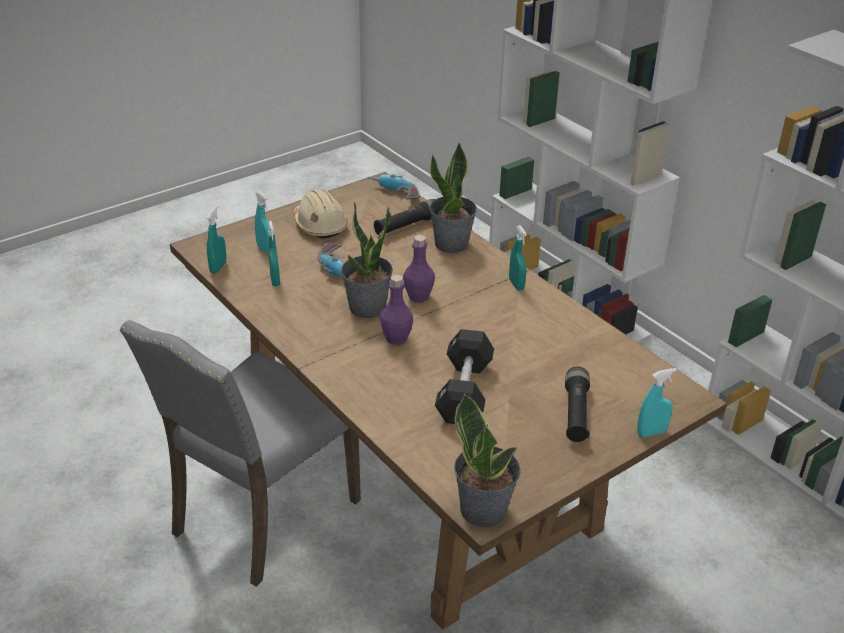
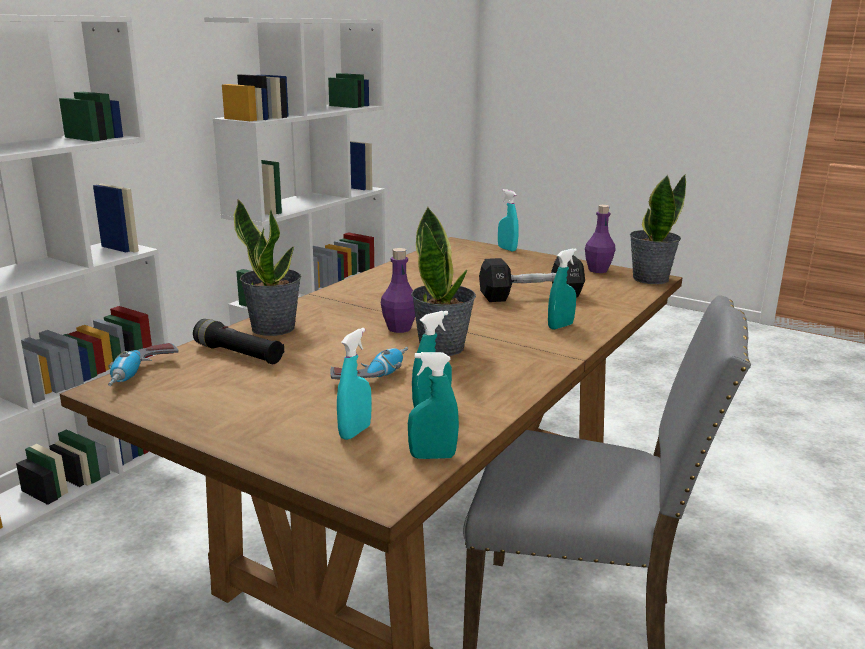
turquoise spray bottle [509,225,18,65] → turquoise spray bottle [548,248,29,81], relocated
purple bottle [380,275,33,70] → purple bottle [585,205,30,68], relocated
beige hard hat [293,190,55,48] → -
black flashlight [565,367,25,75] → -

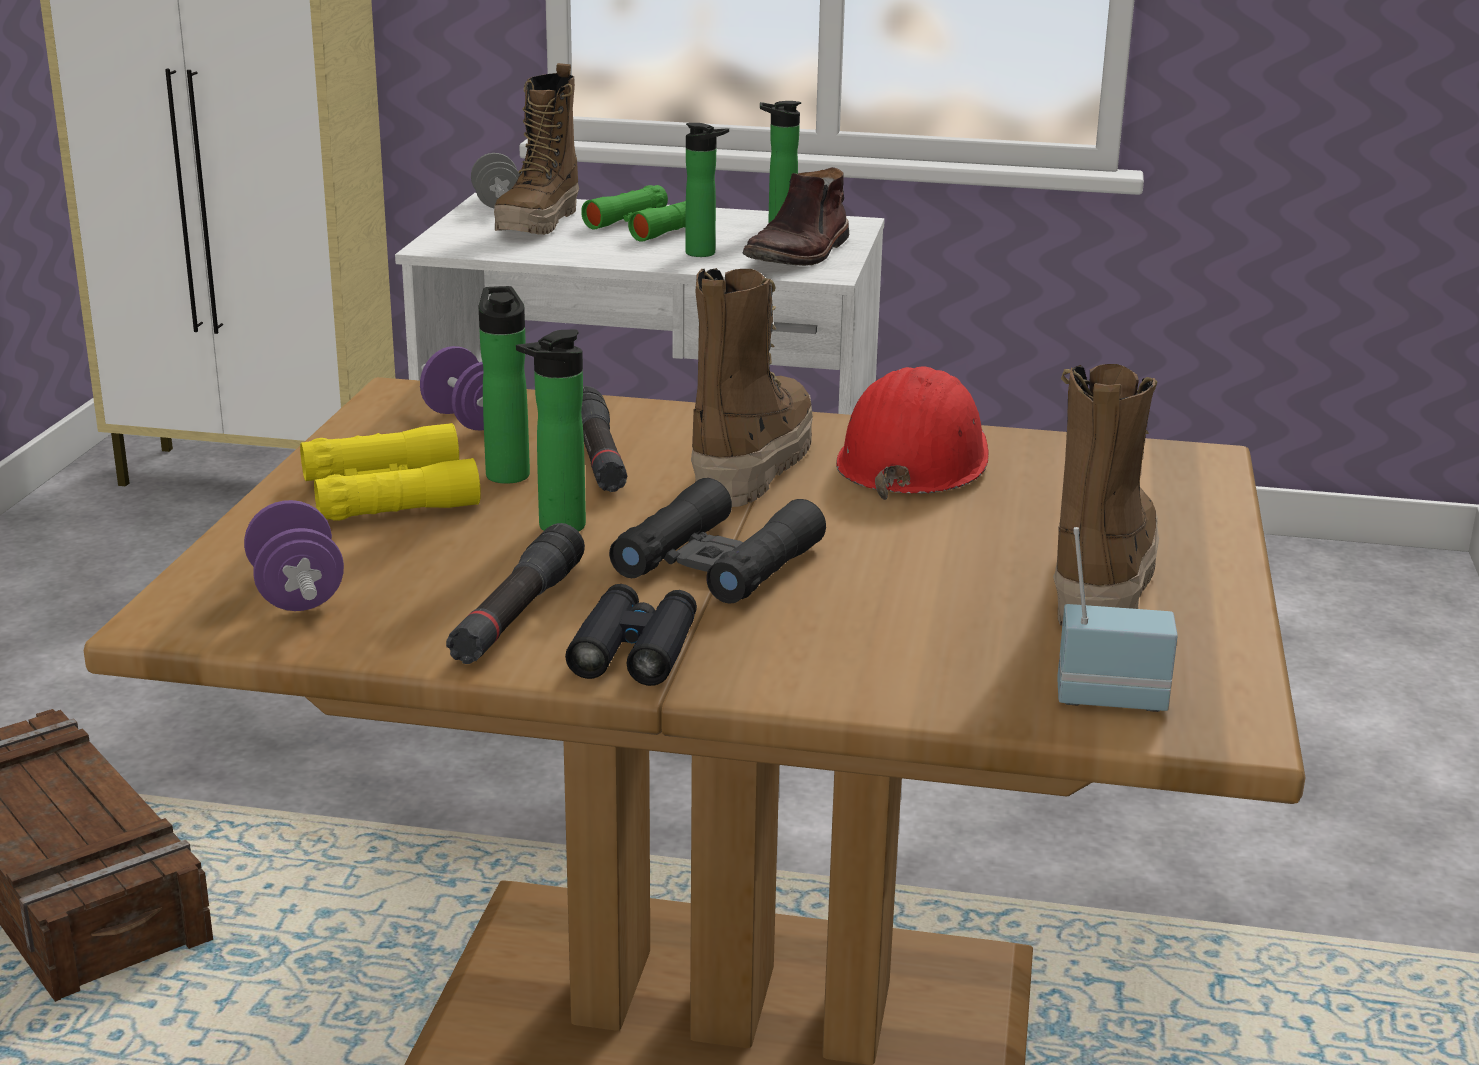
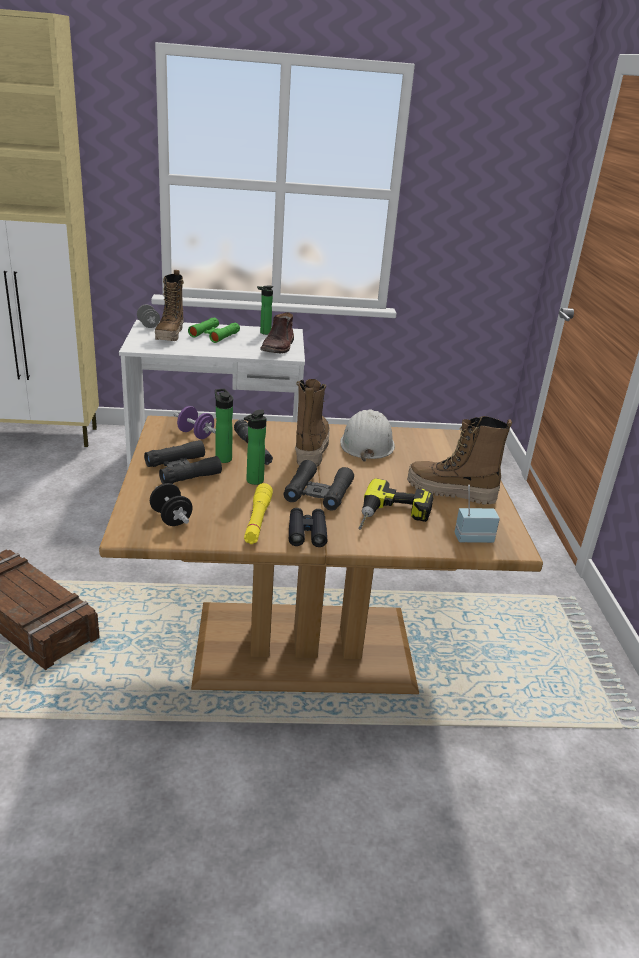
yellow binoculars [300,423,181,98] → black binoculars [144,440,78,44]
purple dumbbell [244,500,100,111] → black dumbbell [150,483,43,43]
black flashlight [446,523,139,141] → yellow flashlight [244,483,29,61]
red hard hat [836,366,153,134] → white hard hat [340,409,55,53]
- → power drill [359,478,74,51]
boot [1053,364,106,261] → boot [407,416,105,89], 75 degrees counterclockwise
bottle [685,123,44,134] → -

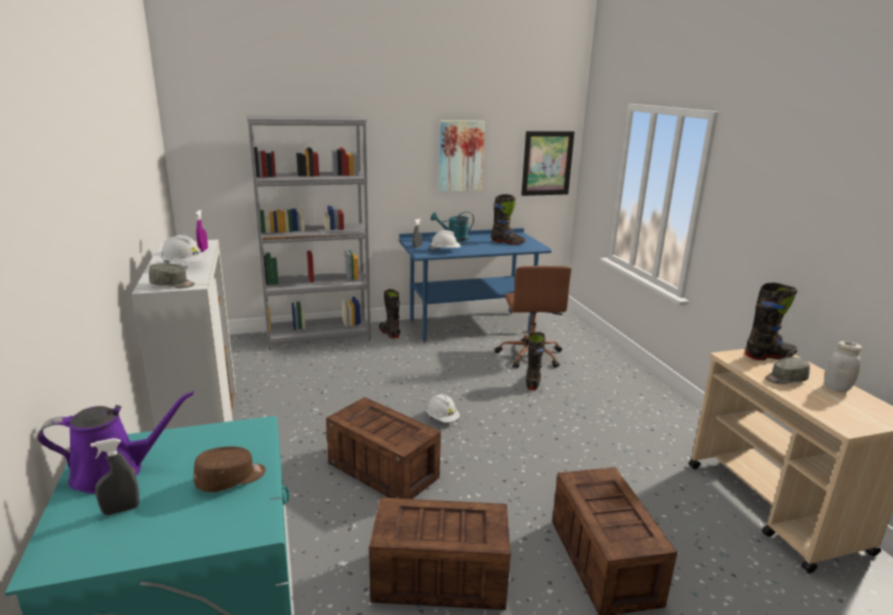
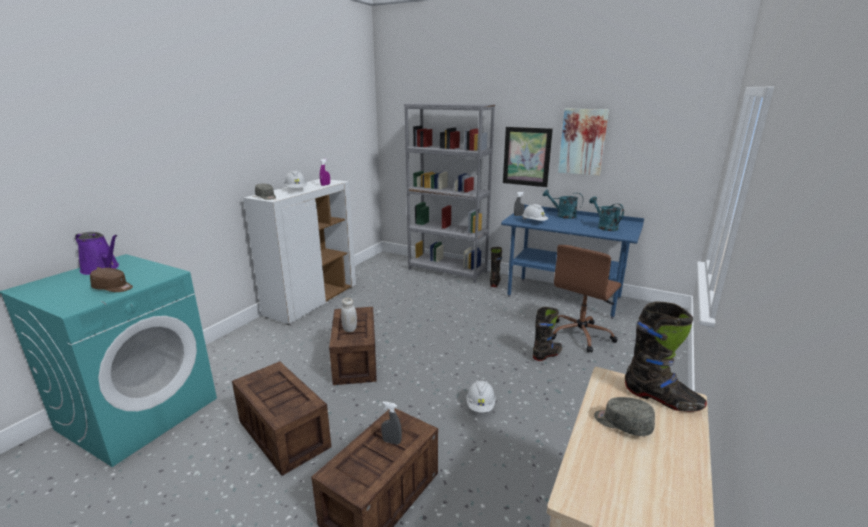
white jar [825,341,37,51] → white jar [341,298,16,34], relocated
grey spray bottle [90,438,49,77] → grey spray bottle [381,401,21,44], relocated
white hard hat [426,394,34,28] → white hard hat [466,380,30,32], relocated
picture [521,131,54,65] → picture [503,127,50,60], relocated
black boot [491,194,35,51] → turquoise watering can [589,197,35,34]

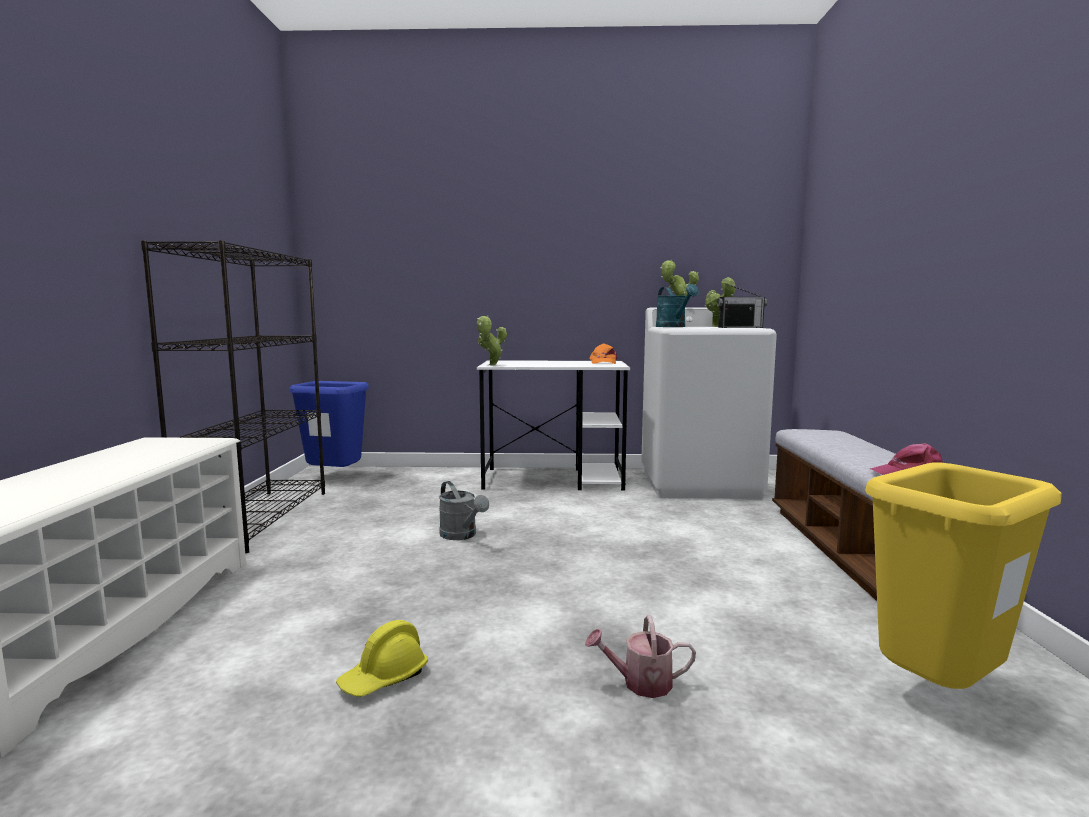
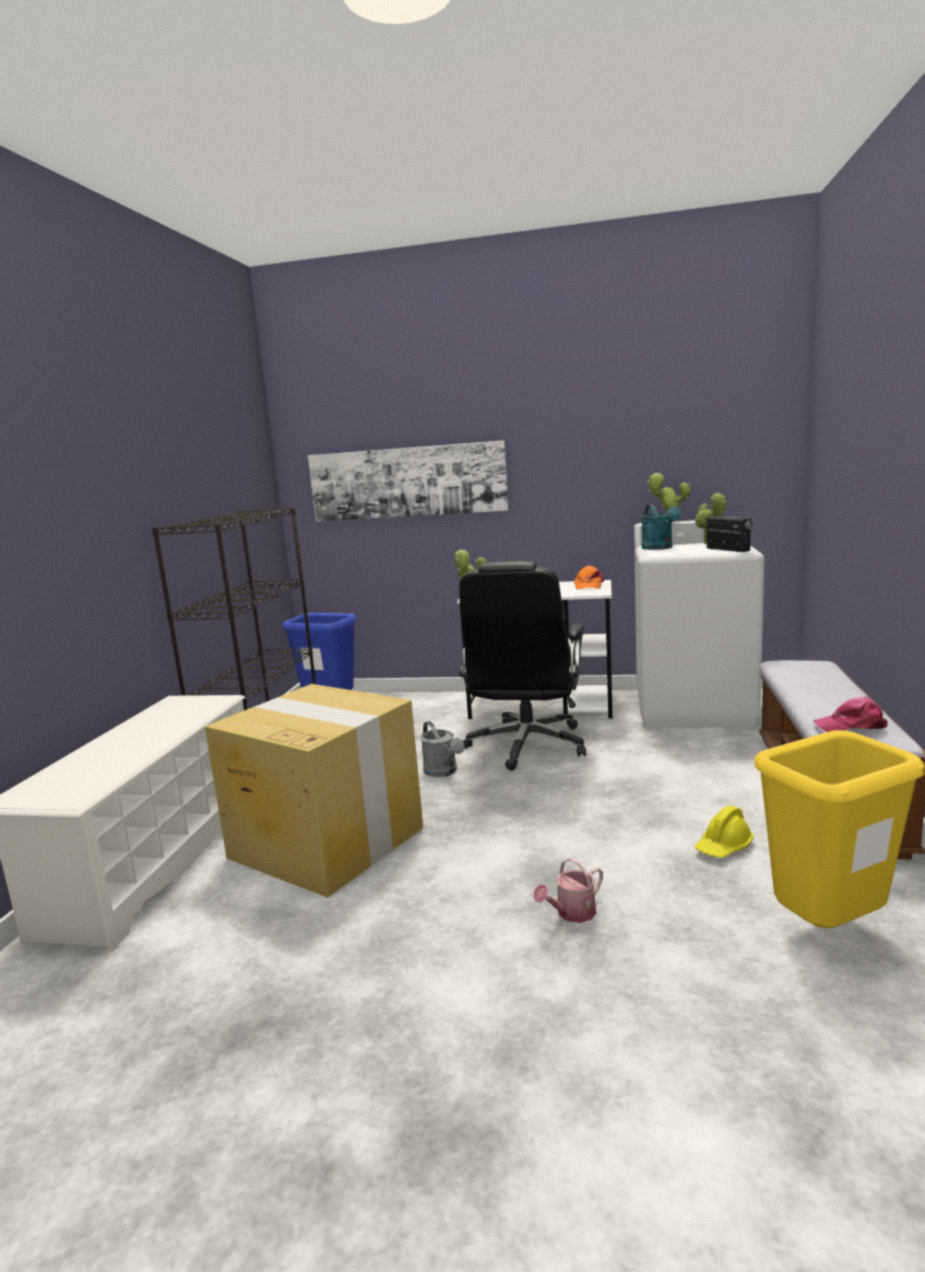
- → cardboard box [205,684,218,214]
- → picture [308,440,201,82]
- → black office chair [459,561,127,210]
watering can [585,615,111,83] → watering can [533,858,70,65], 45 degrees counterclockwise
yellow hard hat [336,620,92,77] → yellow hard hat [694,806,60,52], relocated
radio [717,284,50,44] → radio [706,504,47,48], 120 degrees counterclockwise

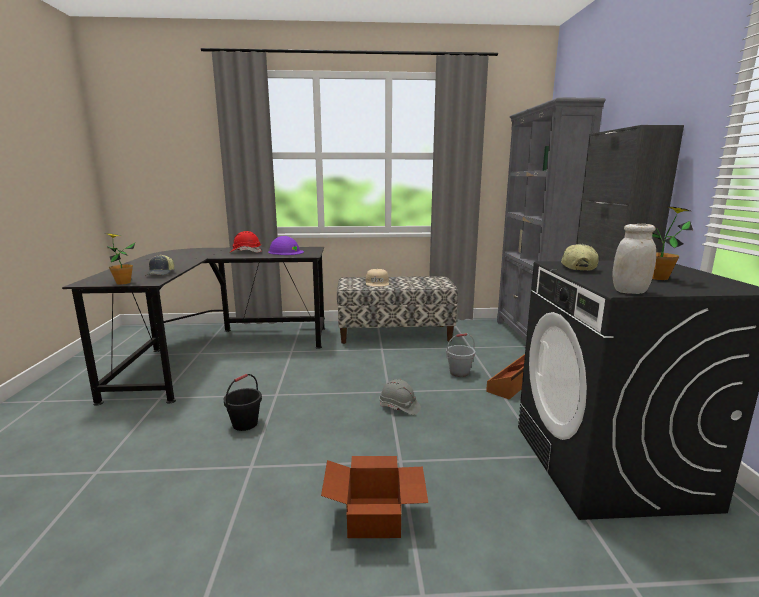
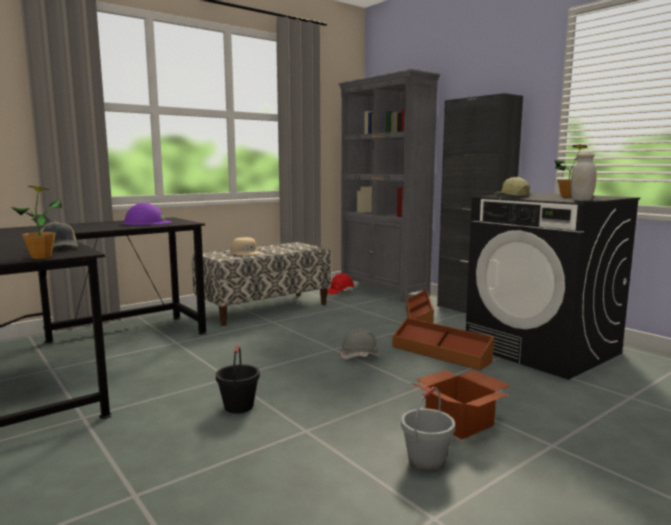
red hard hat [229,231,33,22] → red hard hat [327,273,27,22], relocated
- → brown storage box [392,318,102,52]
grey bucket [446,333,30,44] → grey bucket [401,387,54,85], relocated

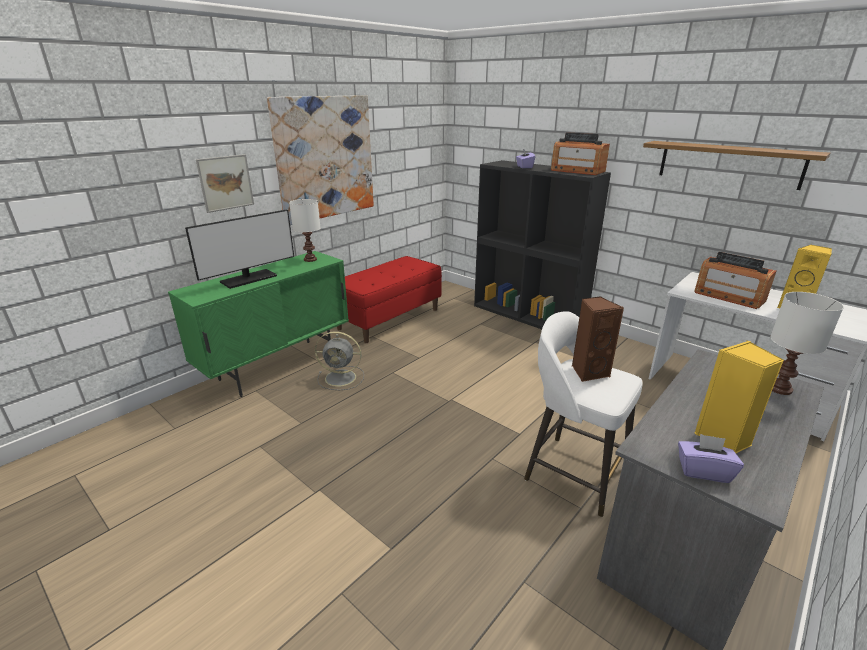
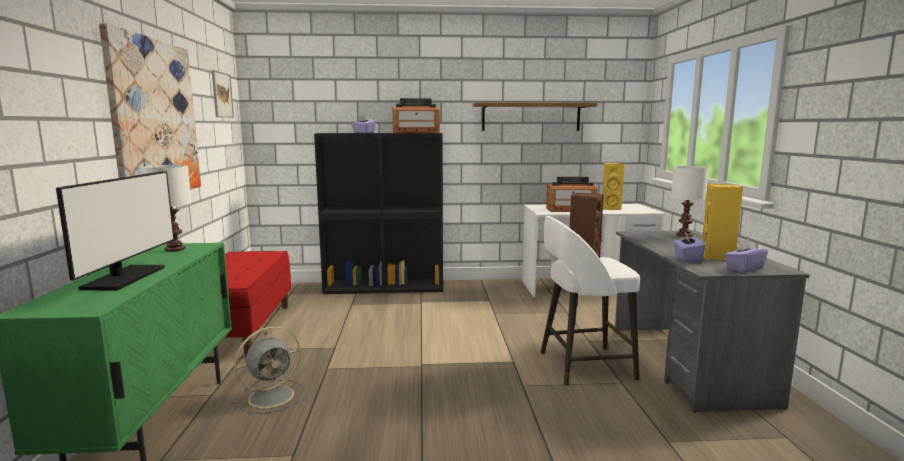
picture [196,154,58,59] → picture [212,70,22,48], relocated
- → purple tissue box [673,232,33,30]

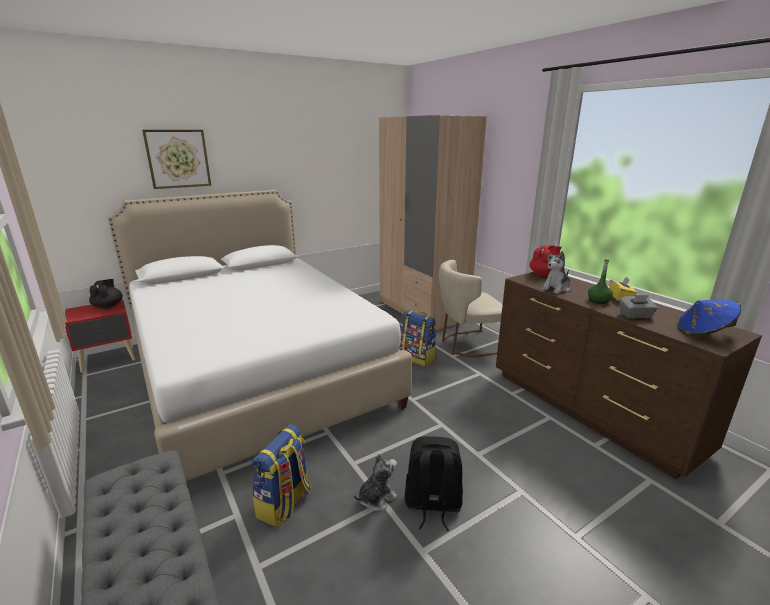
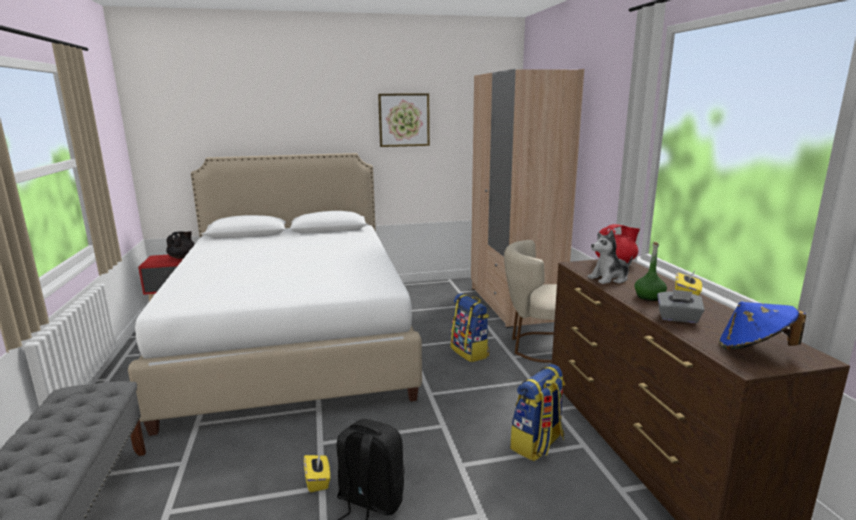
plush toy [354,454,44,57] → yellow tissue box [304,452,26,40]
picture [142,130,69,59] → picture [378,93,52,54], relocated
backpack [251,424,60,103] → backpack [510,364,55,97], relocated

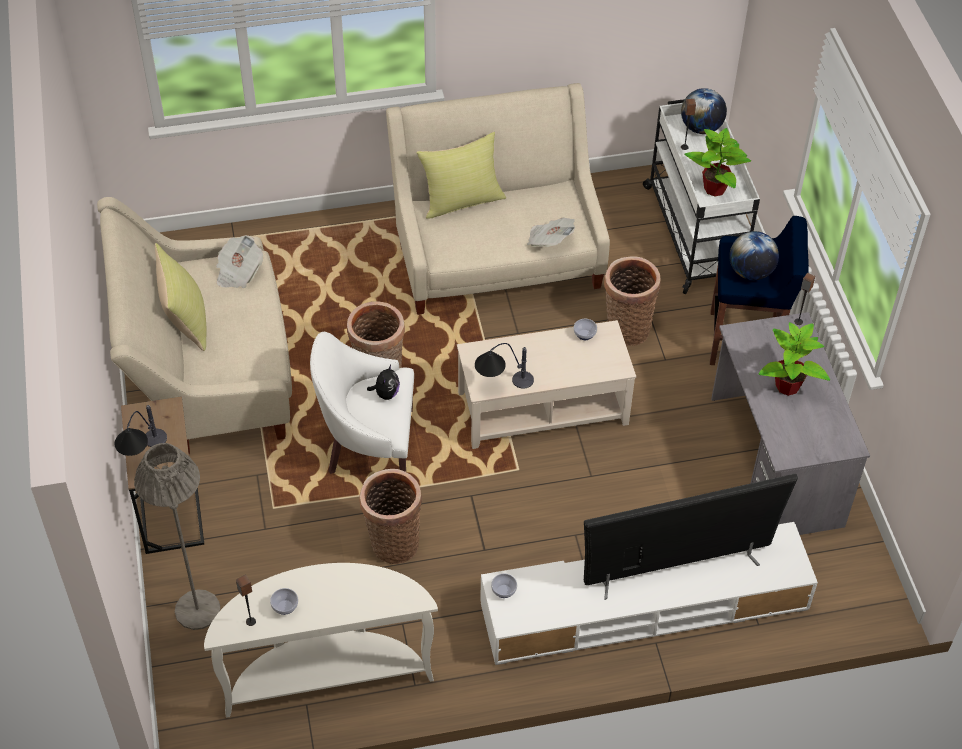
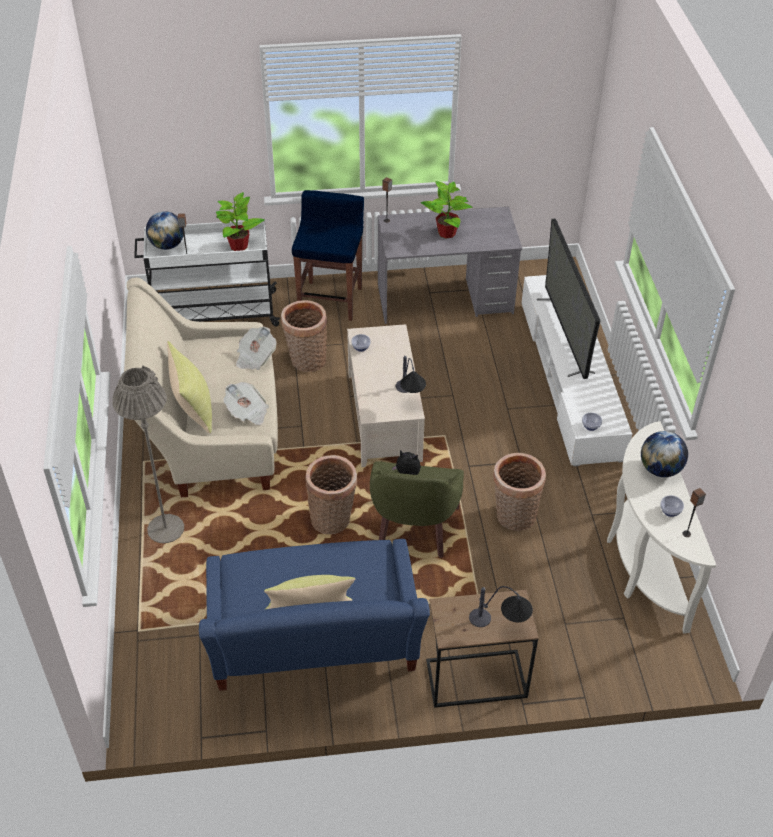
grey floor lamp [134,443,86,187] → grey floor lamp [112,365,72,178], relocated
beige sofa [97,197,195,257] → blue sofa [199,539,231,152]
newspaper [216,235,47,53] → newspaper [223,382,46,43], relocated
white armchair [310,332,104,142] → green armchair [370,461,94,97]
globe [729,231,50,49] → globe [641,431,47,46], relocated

